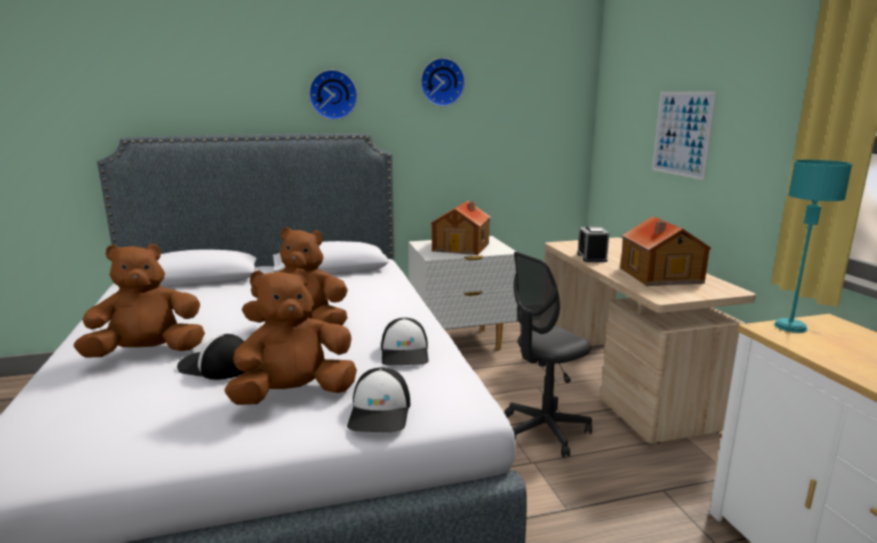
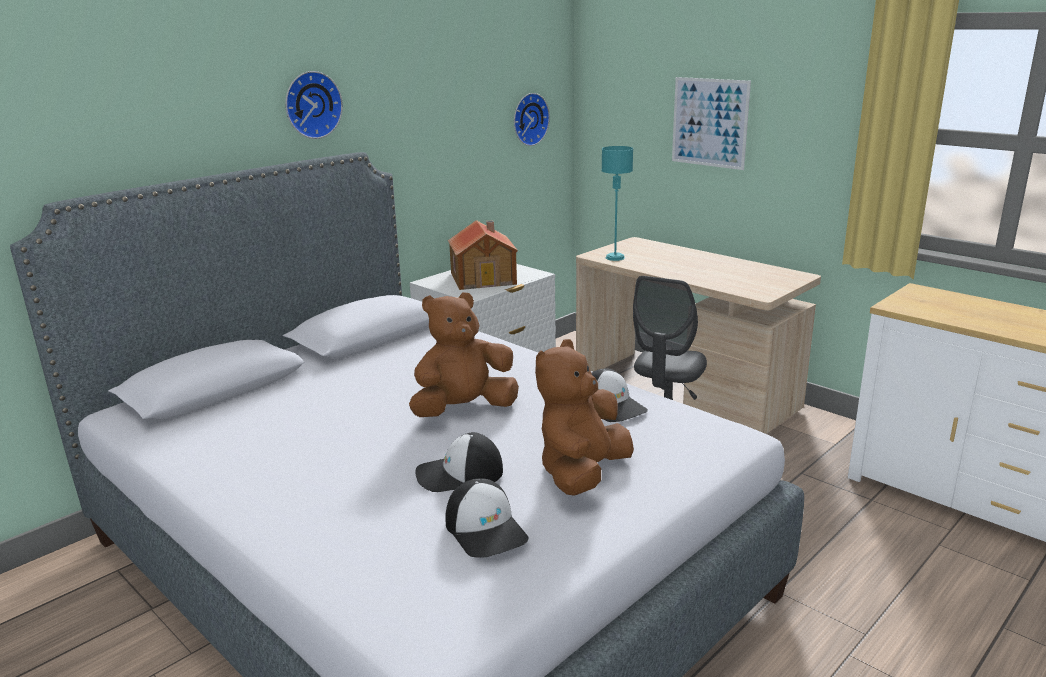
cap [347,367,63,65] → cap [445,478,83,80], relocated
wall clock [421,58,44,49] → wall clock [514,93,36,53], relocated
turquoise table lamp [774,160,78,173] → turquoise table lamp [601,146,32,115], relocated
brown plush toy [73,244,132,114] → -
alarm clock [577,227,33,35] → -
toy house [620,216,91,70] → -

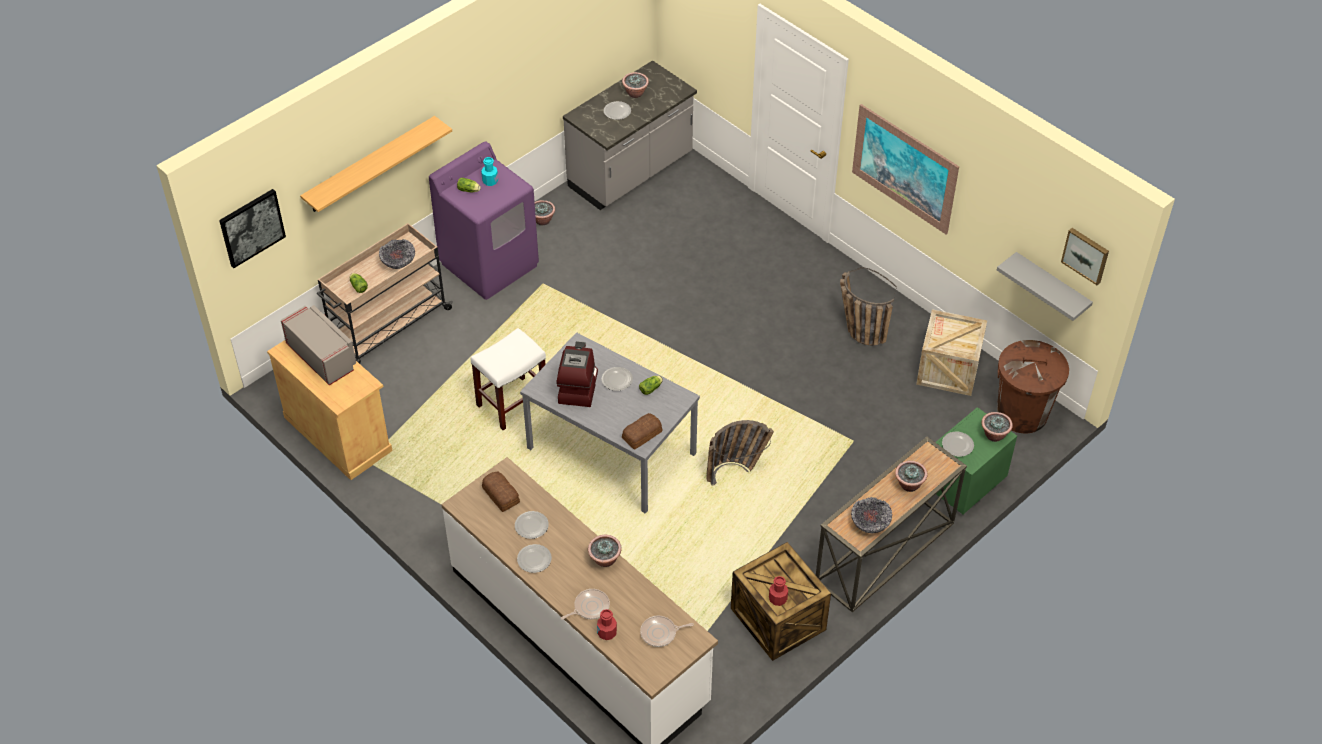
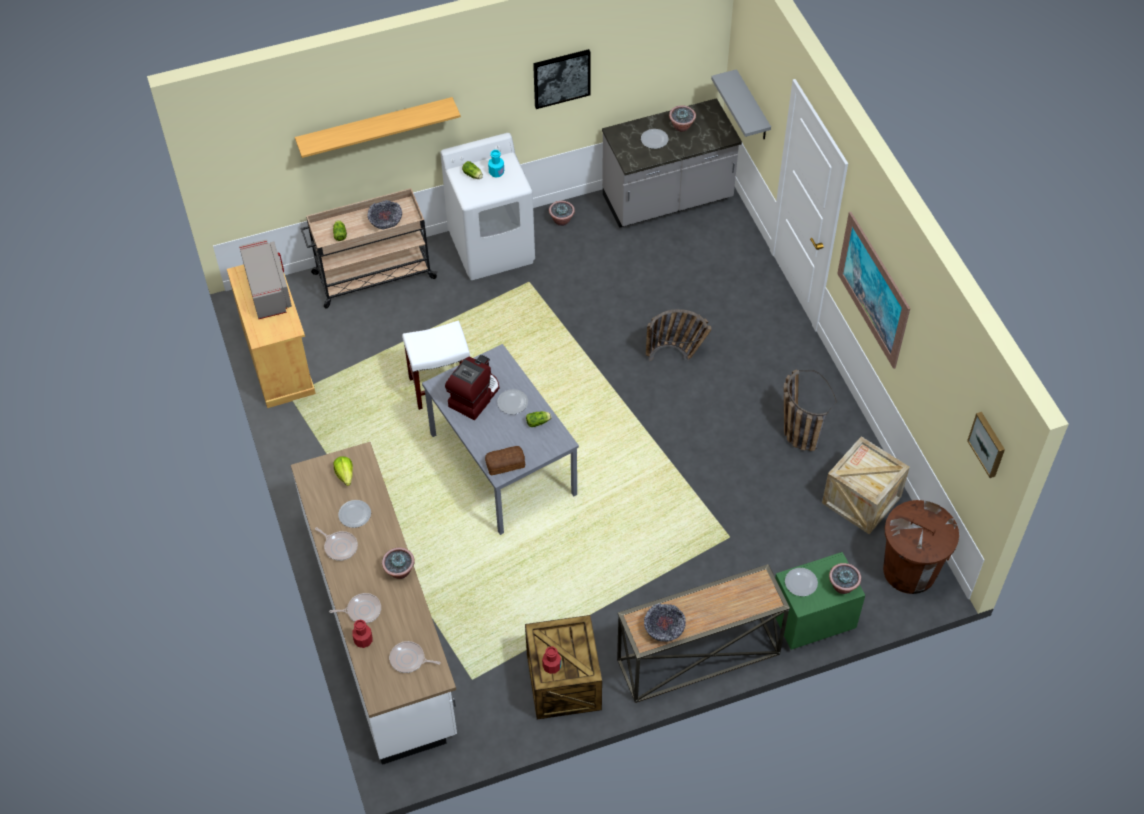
plate [517,544,35,29] → frying pan [315,527,43,34]
bread [482,472,38,40] → lettuce [334,456,19,30]
purple washing machine [429,141,110,159] → white washing machine [440,133,95,147]
picture [219,189,67,79] → picture [533,49,57,60], relocated
basket [706,420,68,66] → basket [646,309,66,52], relocated
grey shelf [997,252,96,69] → grey shelf [711,69,60,70], relocated
potted plant [895,461,32,31] → -

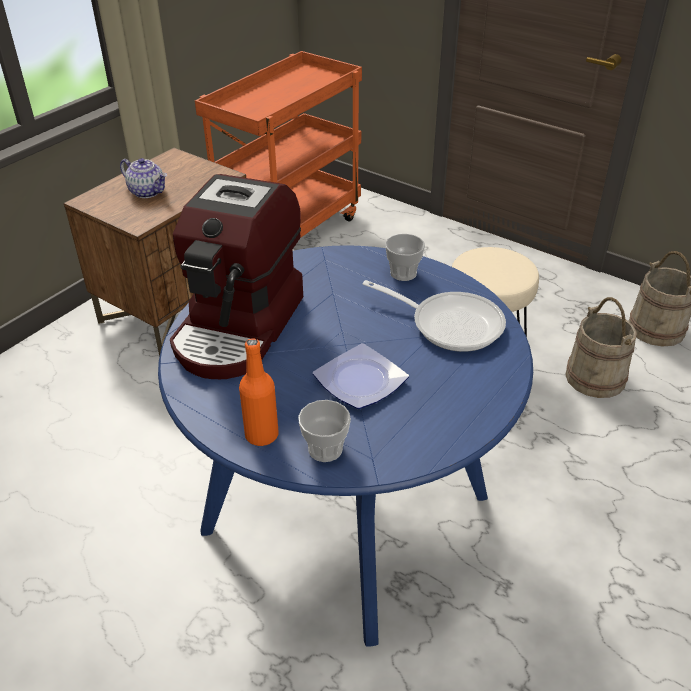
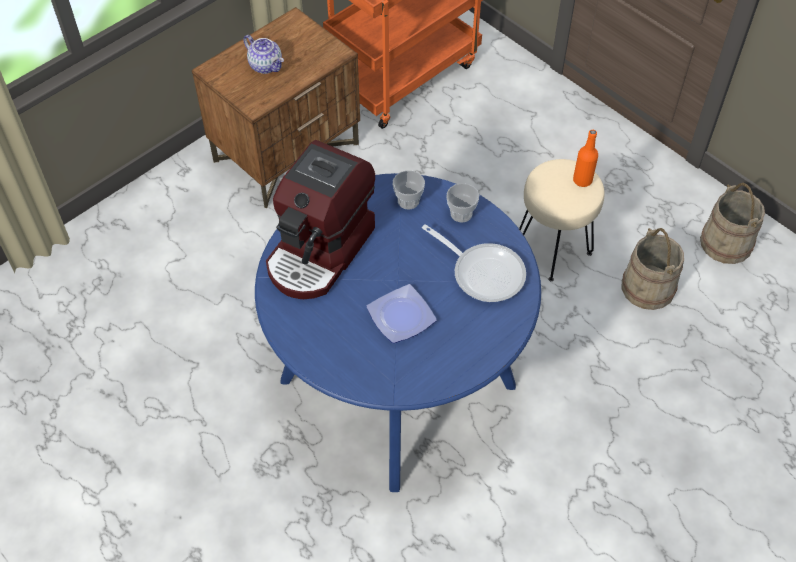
cup [298,400,53,62] → cup [393,171,32,38], relocated
orange bottle [239,338,40,108] → orange bottle [573,130,25,57], relocated

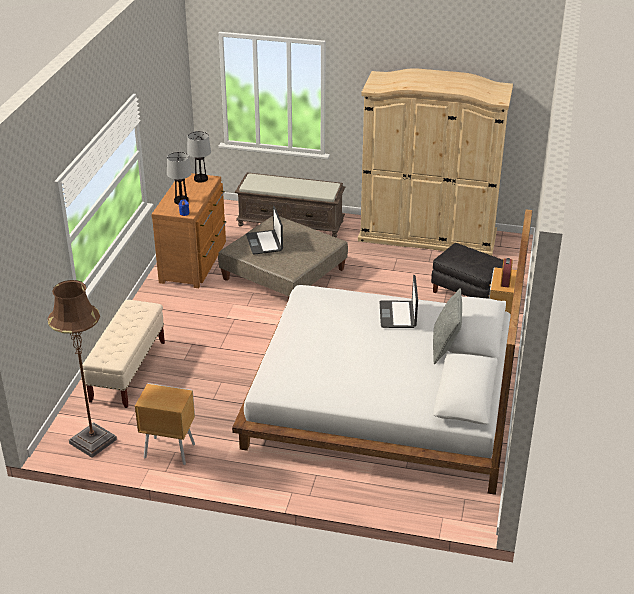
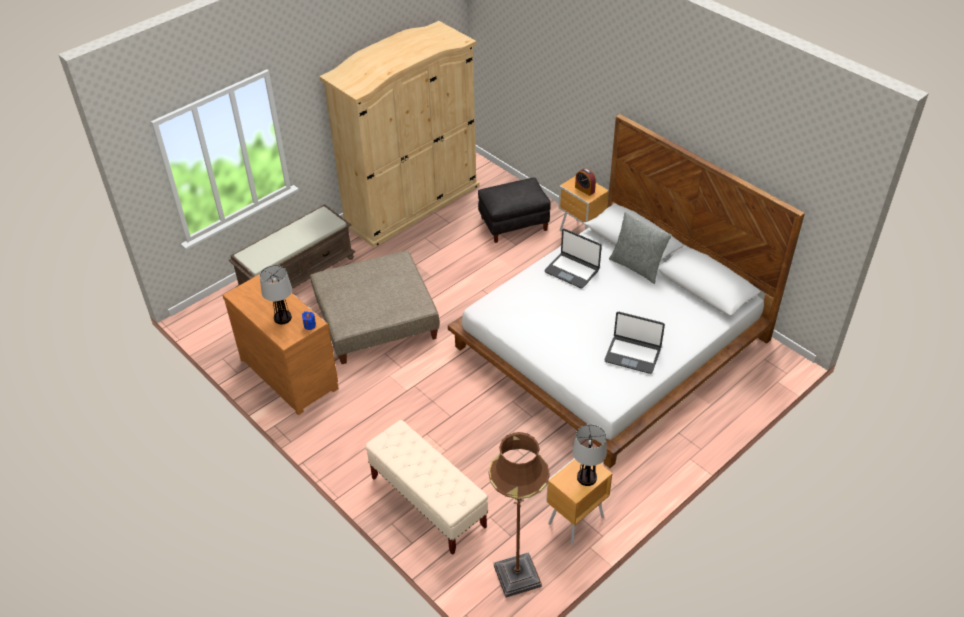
table lamp [187,131,24,51] → table lamp [572,424,35,62], relocated
laptop [246,206,37,49] → laptop [604,312,61,62], relocated

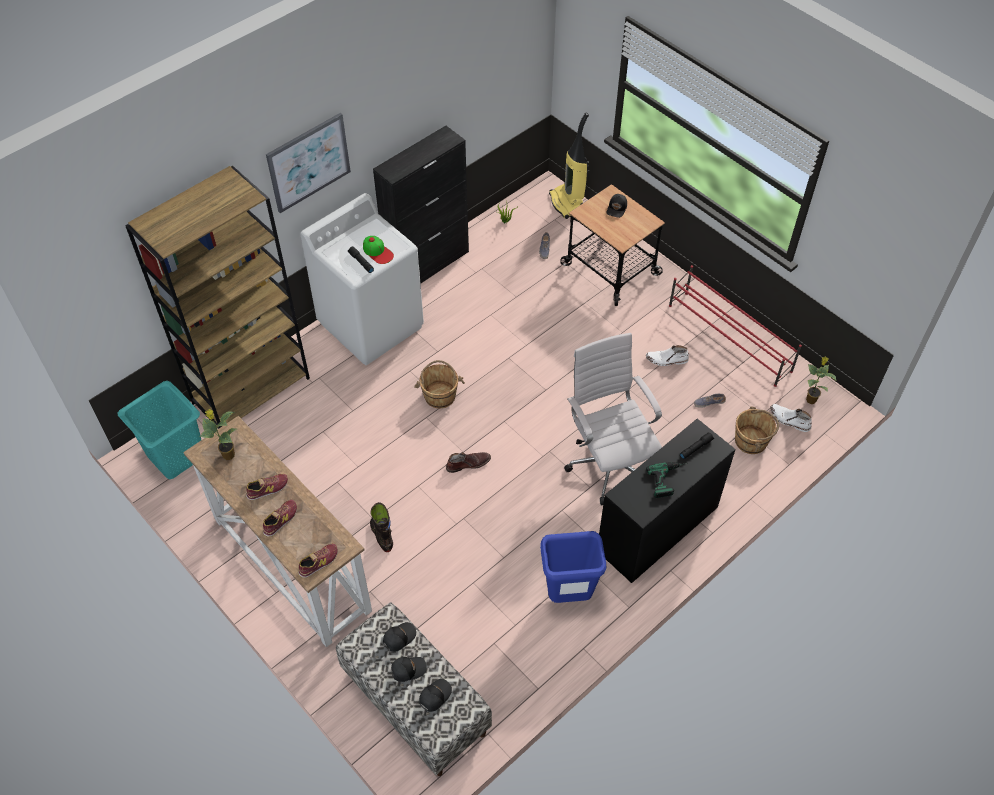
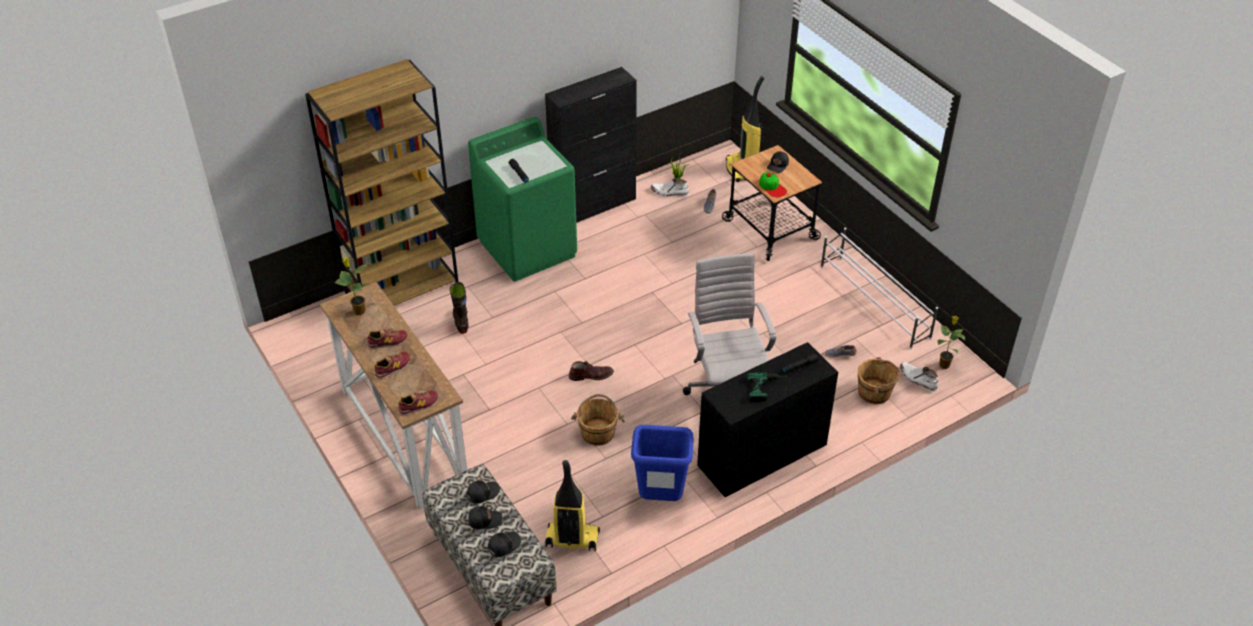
black boot [370,502,23,50] → black boot [450,282,19,52], relocated
white washing machine [300,193,124,172] → green washing machine [468,117,109,165]
- → vacuum cleaner [545,460,55,92]
brown bucket [414,360,51,48] → brown bucket [571,394,54,52], relocated
white boot [646,345,43,21] → white boot [651,178,38,19], relocated
cap [363,236,31,28] → cap [759,173,28,24], relocated
red shoe rack [669,265,133,122] → white shoe rack [821,227,117,122]
turquoise laundry basket [117,381,84,98] → -
picture [266,113,85,100] → -

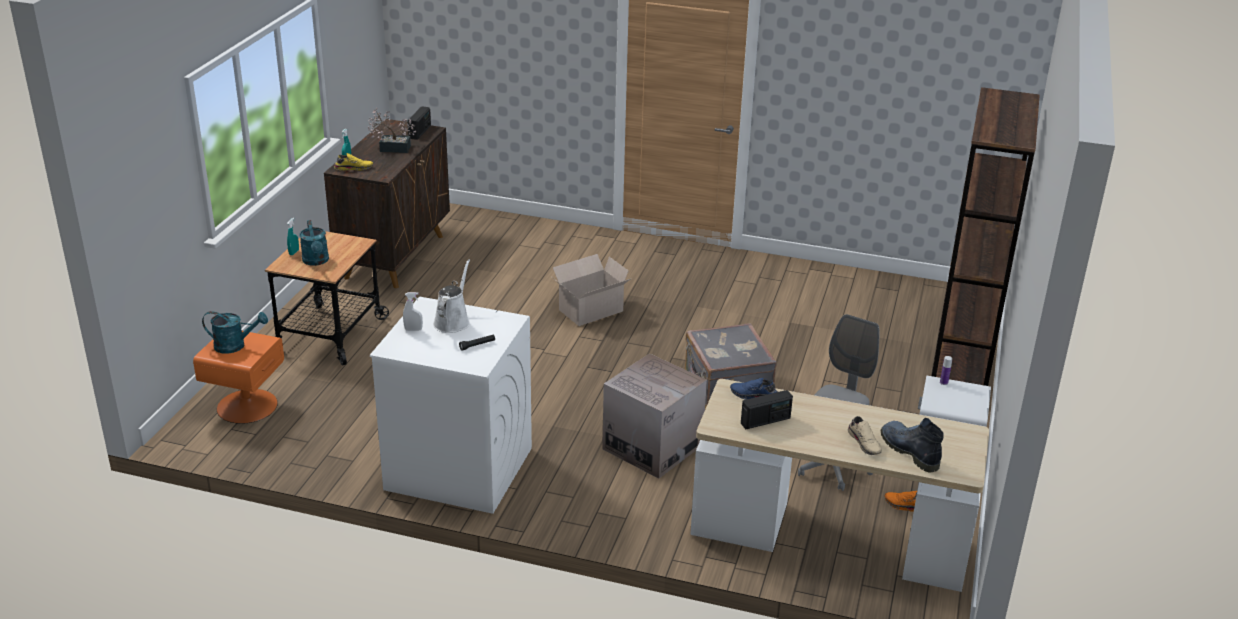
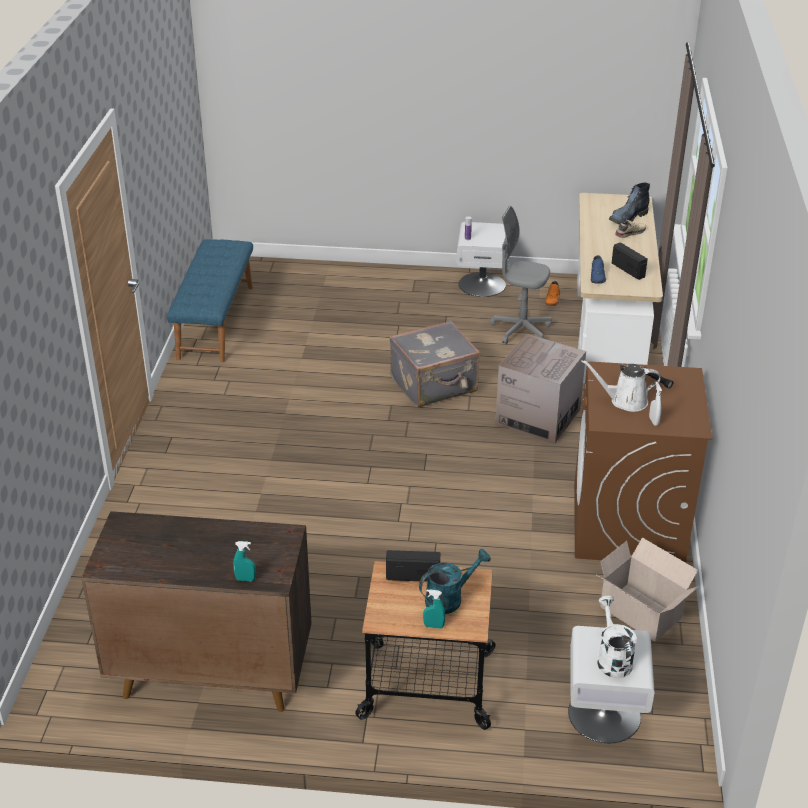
- → blue bench [167,239,86,123]
radio [408,106,23,34] → radio [386,550,54,32], relocated
orange nightstand [193,331,91,93] → white nightstand [568,626,87,117]
white washing machine [370,297,162,217] → brown washing machine [574,361,139,202]
cardboard box [553,254,77,72] → cardboard box [597,537,102,105], relocated
turquoise watering can [202,311,66,43] → white watering can [597,596,40,82]
yellow shoe [334,153,39,18] → -
potted plant [368,108,48,45] → -
brown bookcase [932,87,108,299] → -

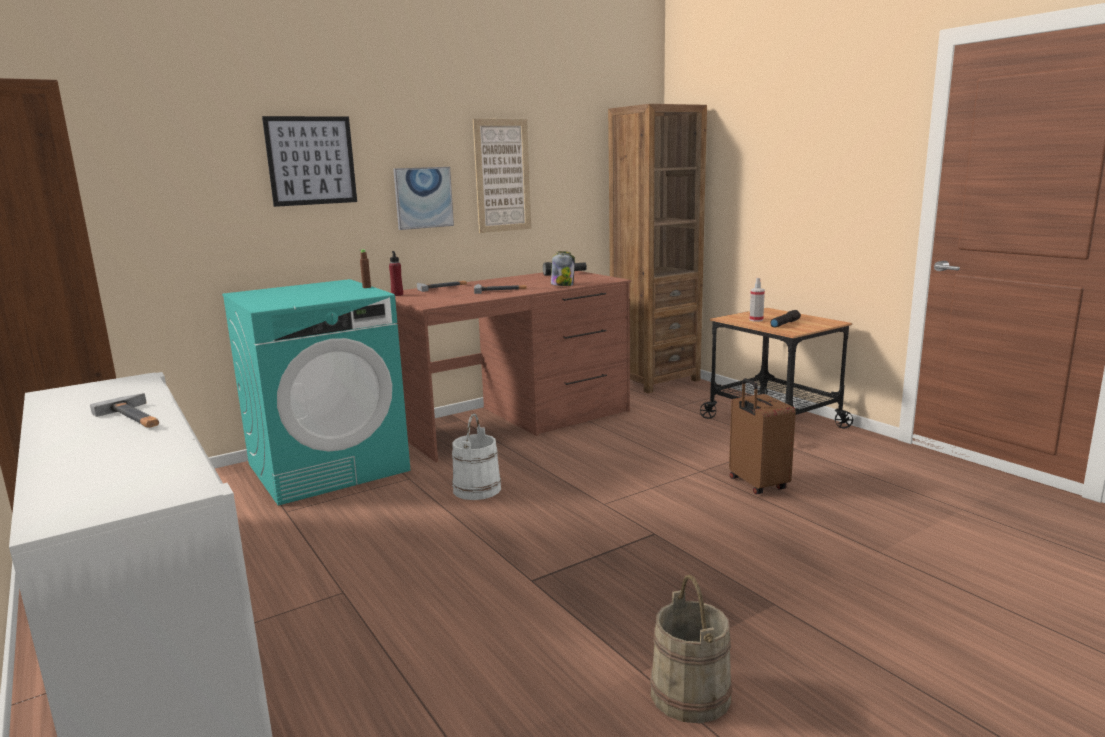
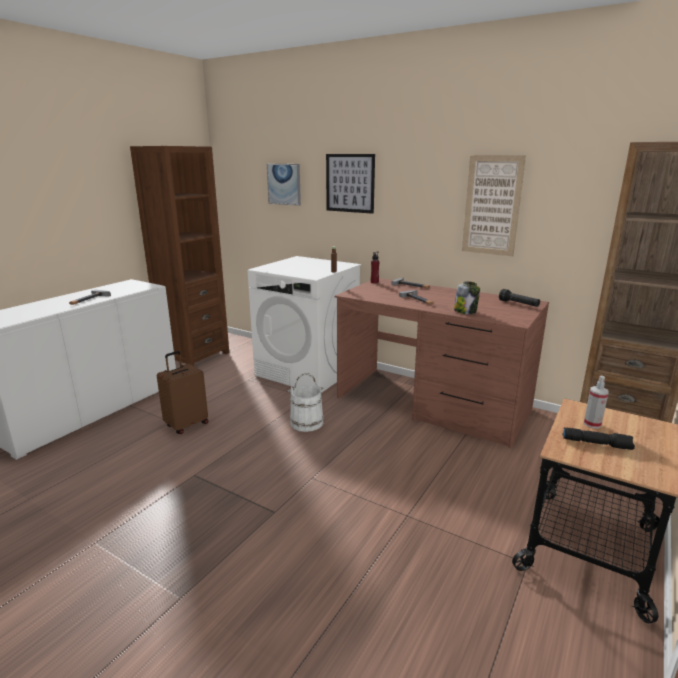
brown suitcase [729,378,67,116] → brown suitcase [157,351,51,83], relocated
turquoise washing machine [222,279,188,227] → white washing machine [248,256,113,137]
picture [393,167,61,63] → picture [267,164,34,42], relocated
beige bucket [650,575,82,148] → -

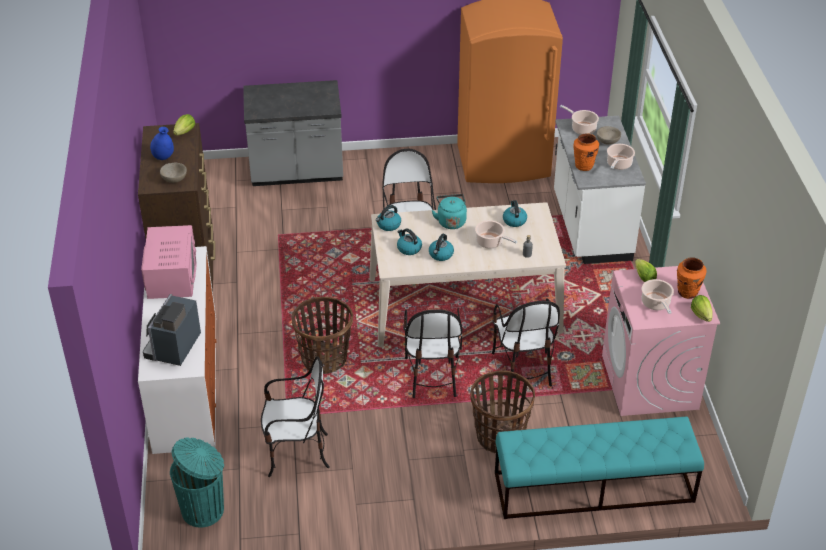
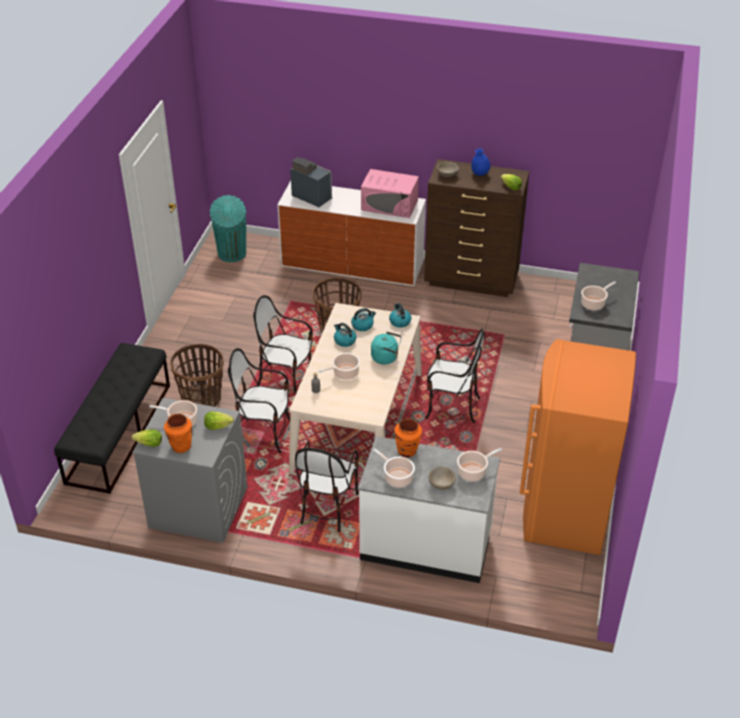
turquoise bench [495,417,209,102] → black bench [54,343,116,151]
pink washing machine [602,266,118,150] → grey washing machine [132,398,116,145]
chair [261,356,69,121] → chair [295,441,64,91], relocated
- → cooking pot [581,281,35,29]
kettle [503,200,24,27] → -

